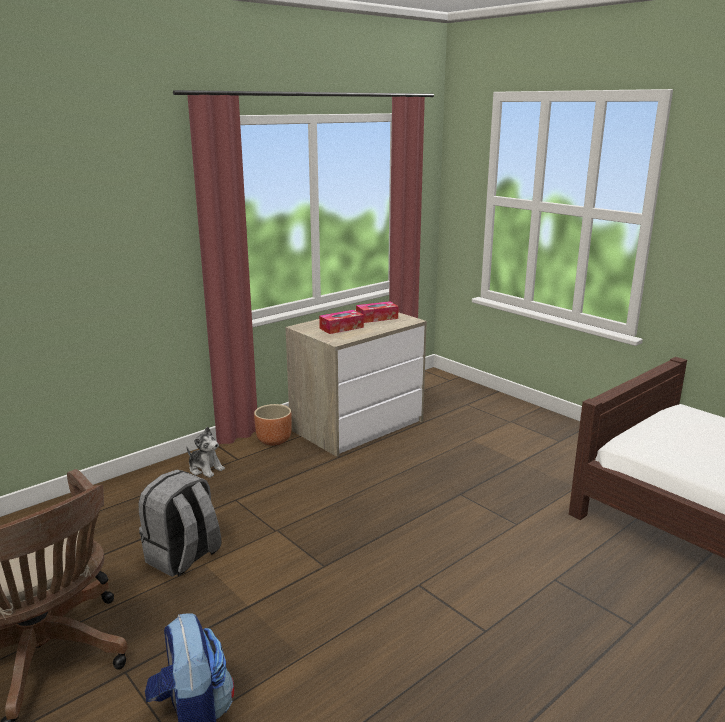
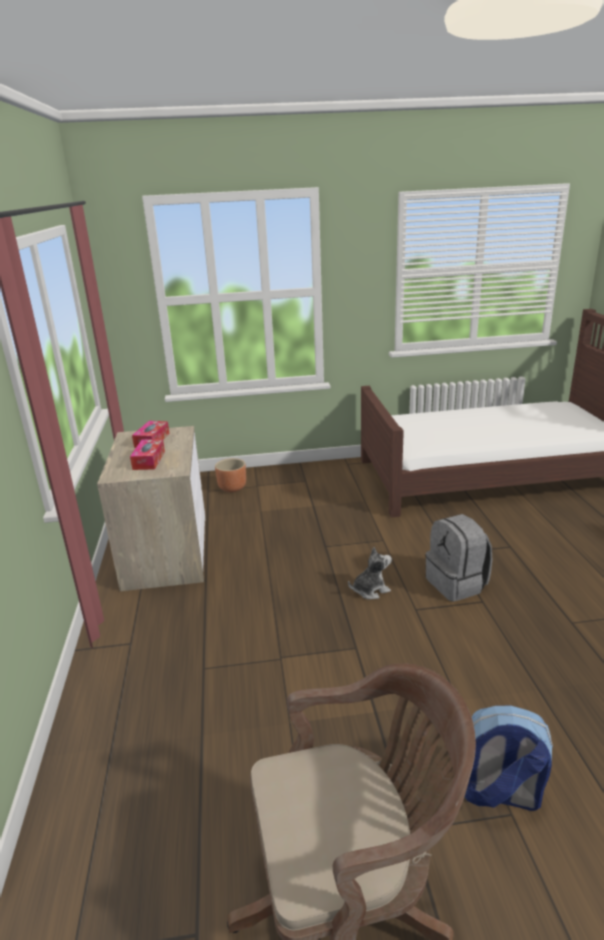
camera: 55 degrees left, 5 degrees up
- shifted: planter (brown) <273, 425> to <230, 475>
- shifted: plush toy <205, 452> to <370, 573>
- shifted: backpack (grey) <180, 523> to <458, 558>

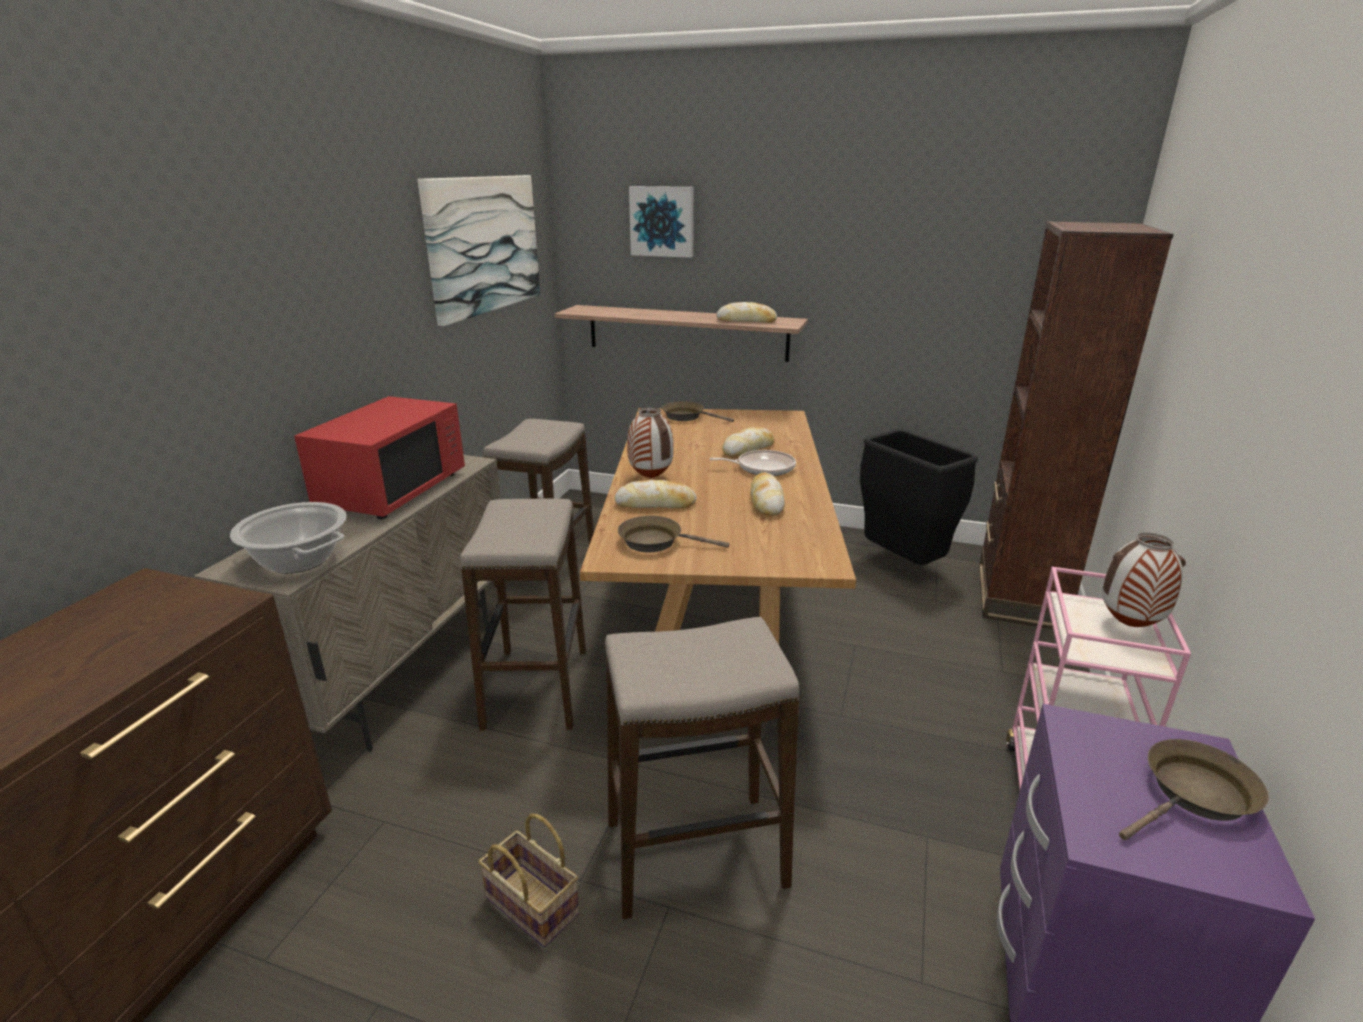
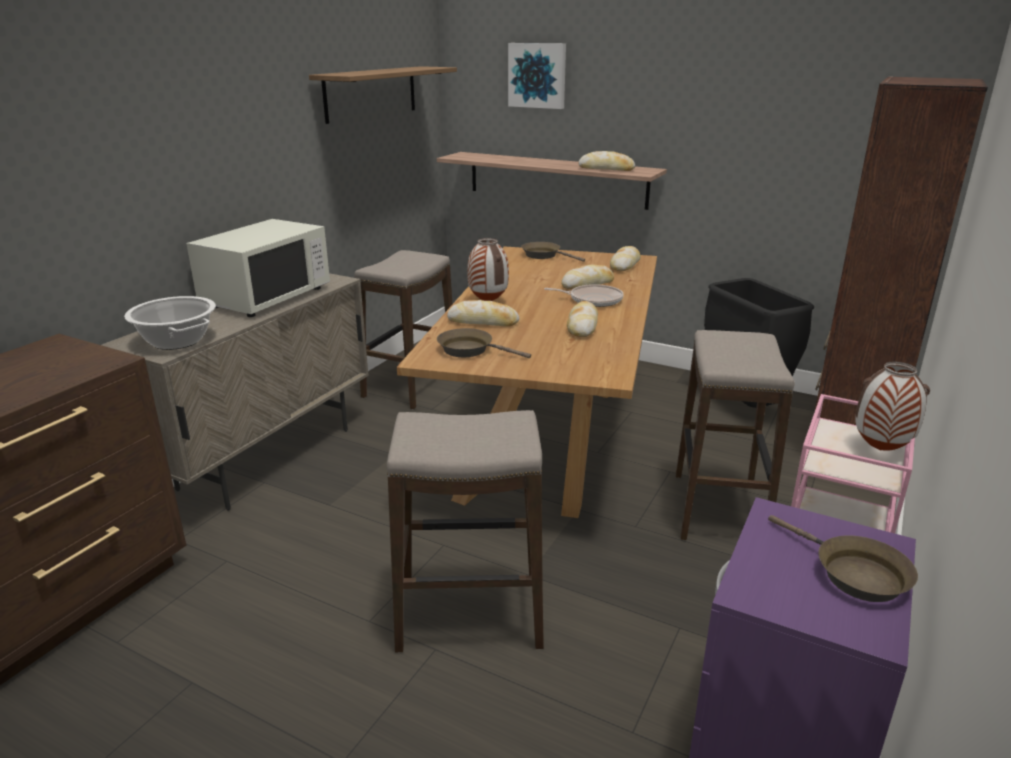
camera: 10 degrees right, 0 degrees up
- swapped: picture <478, 250> to shelf <383, 95>
- repainted: microwave (red) <379, 457> to microwave (white) <258, 268>
- shifted: stool <523, 614> to <735, 435>
- rotated: frying pan (brown) <1194, 789> = <843, 558> 75 degrees clockwise
- gone: basket <529, 881>
- new: bread <625, 258>

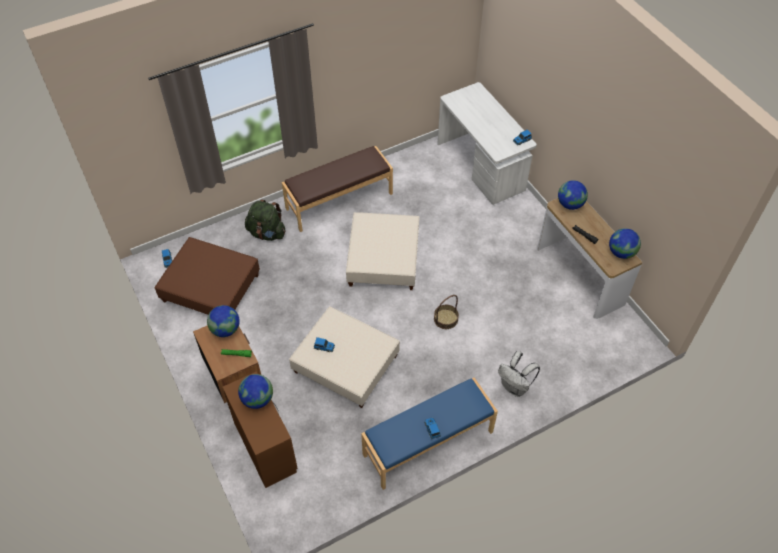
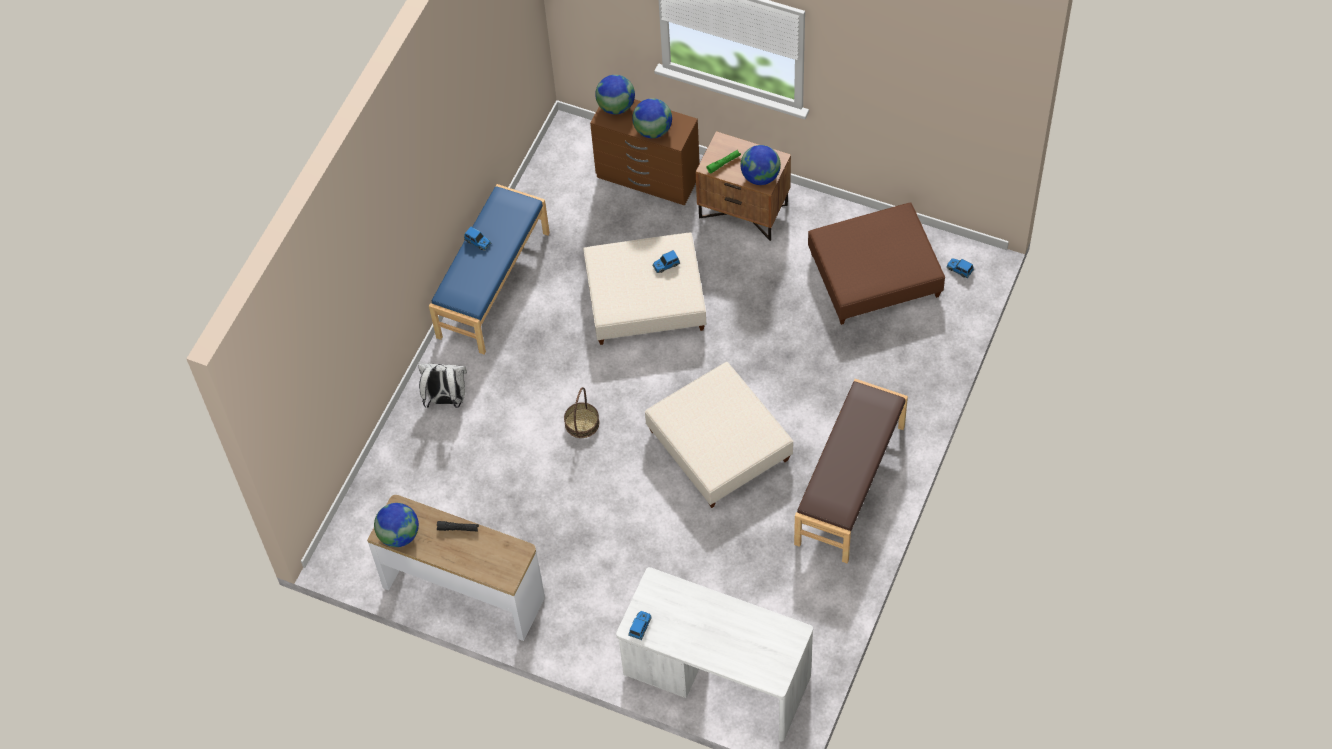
camera: 145 degrees right, 5 degrees up
- shifted: globe <573, 195> to <615, 94>
- gone: backpack (green) <265, 220>

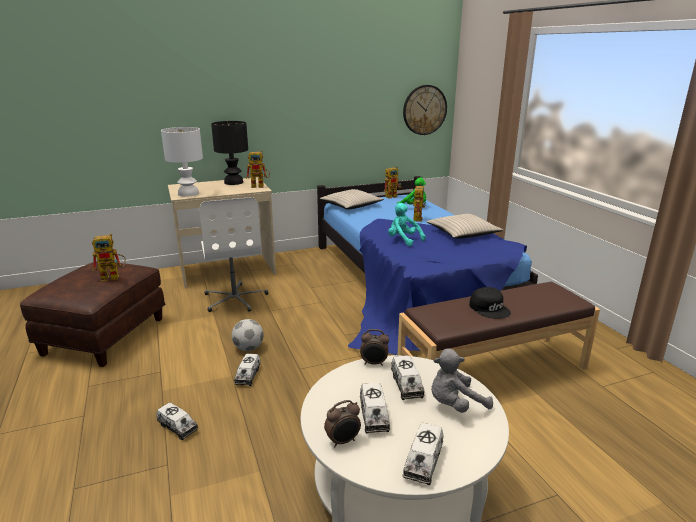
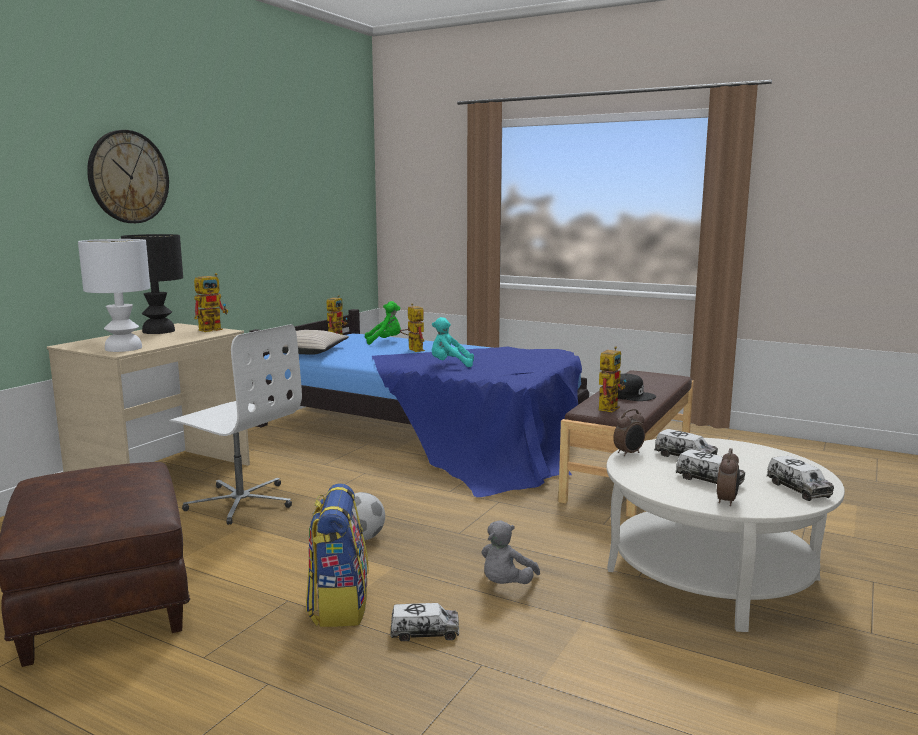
camera: 40 degrees left, 10 degrees down
- shifted: wall clock <425, 110> to <128, 176>
- gone: pillow (beige) <464, 226>
- shifted: toy robot <109, 258> to <613, 379>
- shifted: plush toy (grey) <462, 381> to <510, 552>
- gone: toy truck <247, 370>
- new: backpack <337, 555>

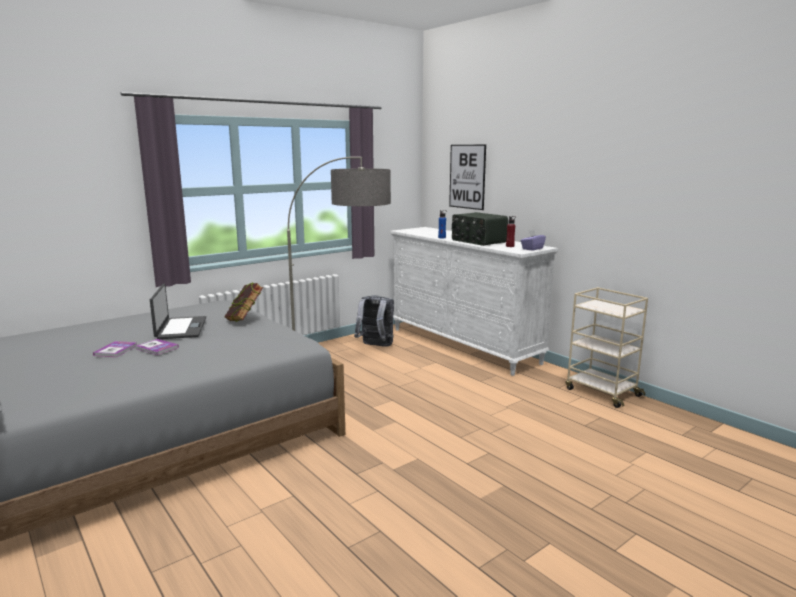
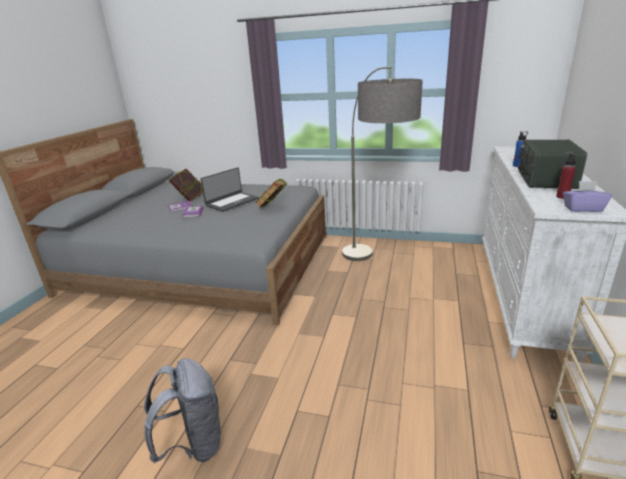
camera: 55 degrees right, 10 degrees up
- gone: picture <467, 177>
- shifted: backpack (grey) <374, 321> to <183, 410>
- new: book <186, 185>

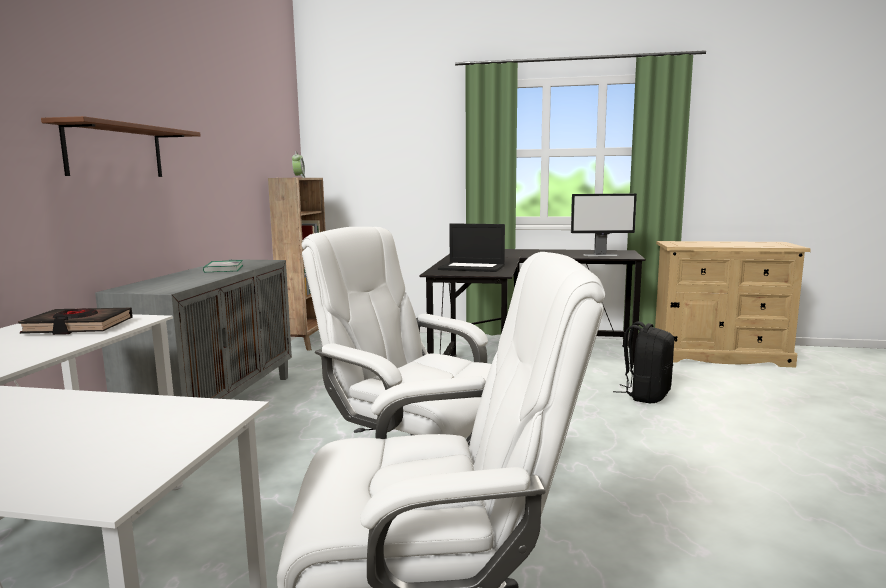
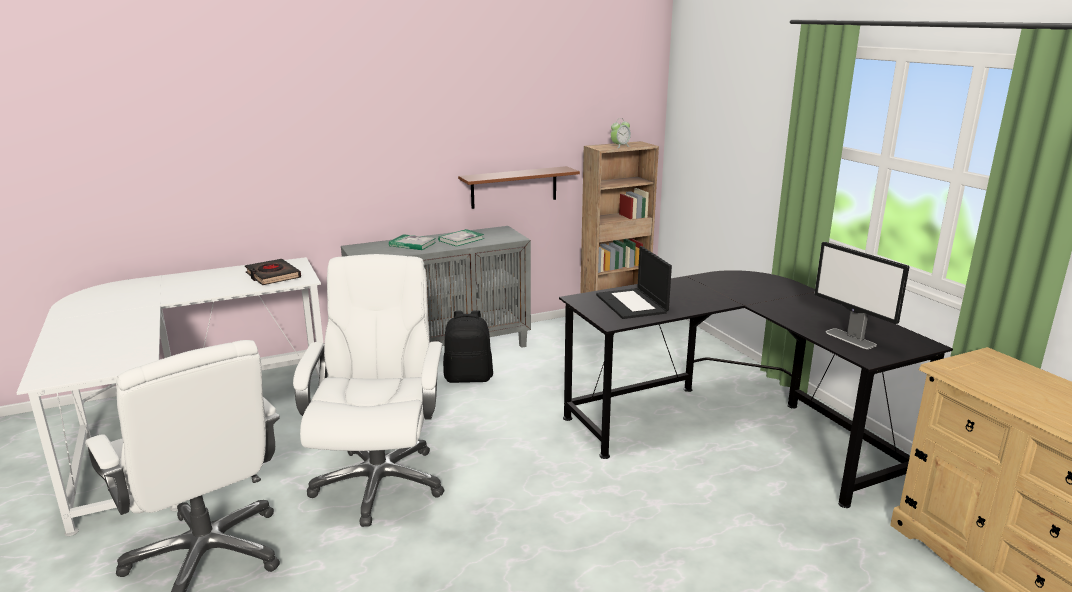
camera: 55 degrees right, 10 degrees up
- shifted: shelf (brown) <121, 146> to <519, 187>
- shifted: backpack (black) <643, 362> to <468, 346>
- new: book <412, 242>

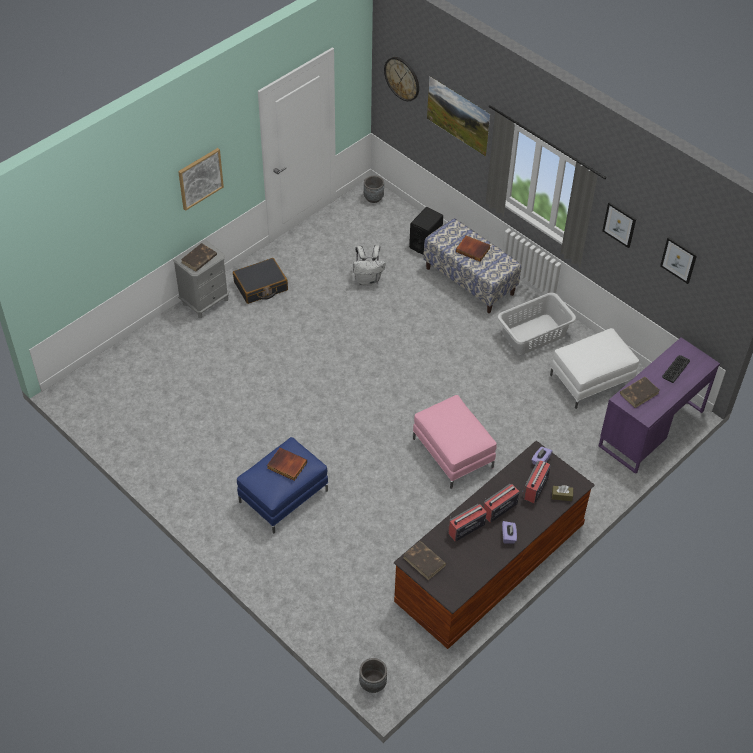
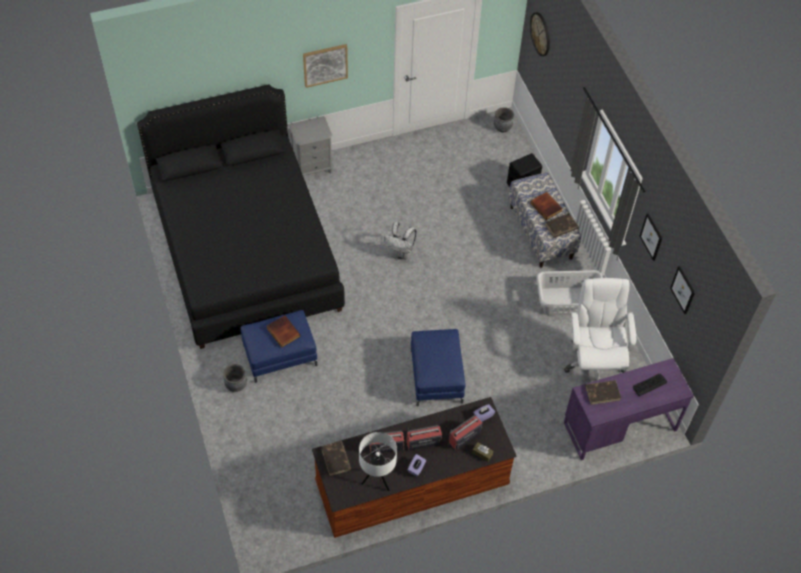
camera: 25 degrees right, 5 degrees up
- gone: picture <458, 116>
- shifted: book (brown) <199, 257> to <562, 225>
- shifted: backpack (white) <369, 265> to <400, 241>
- gone: suitcase (black) <260, 281>
- swapped: ottoman (white) <594, 368> to office chair (white) <600, 329>
- repainted: ottoman (pink) <455, 442> to ottoman (blue) <438, 367>
- shifted: planter (grey) <373, 675> to <235, 378>
- new: bed (black) <241, 216>
- new: table lamp (white) <378, 461>

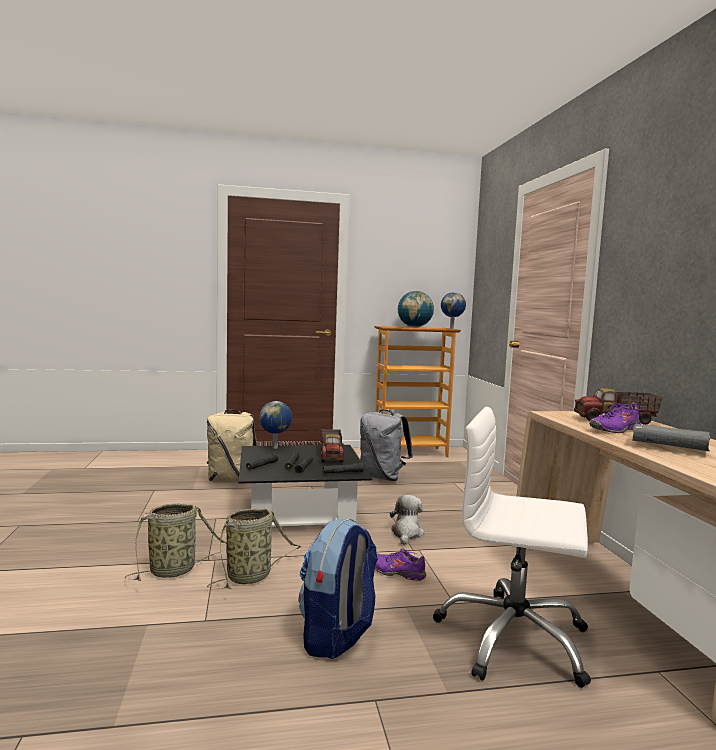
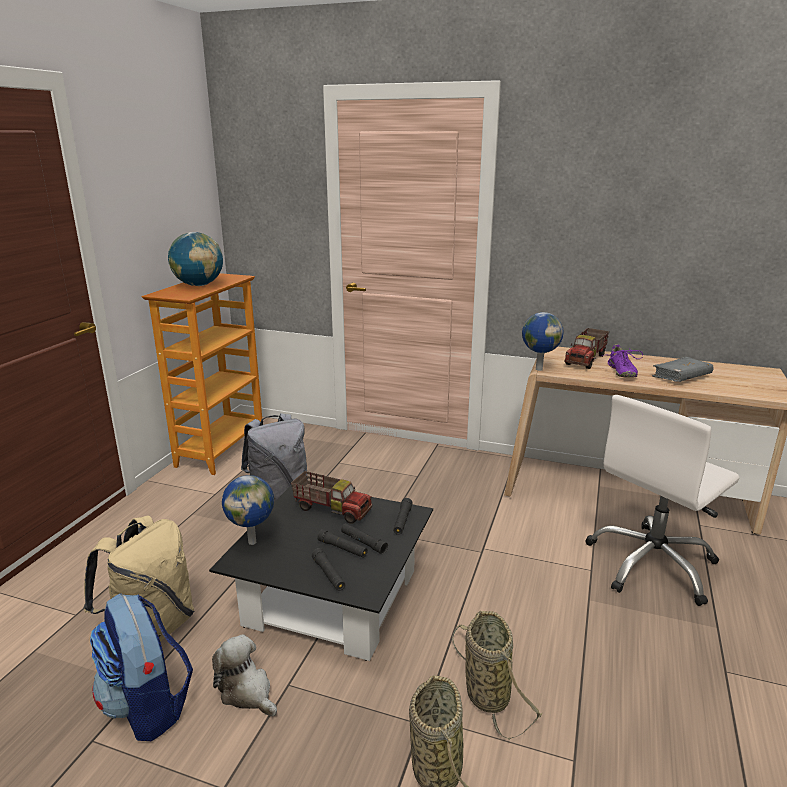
camera: 60 degrees left, 15 degrees up
- shifted: globe <453, 310> to <543, 341>
- shifted: plush toy <407, 520> to <244, 675>
- shifted: backpack <338, 588> to <141, 667>
- gone: shoe (purple) <400, 565>

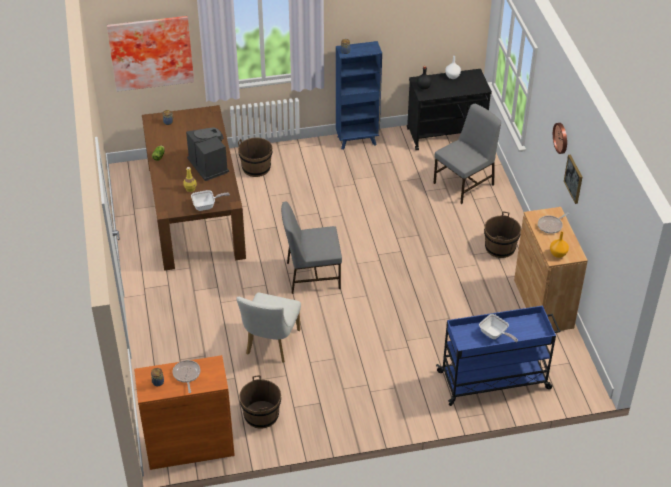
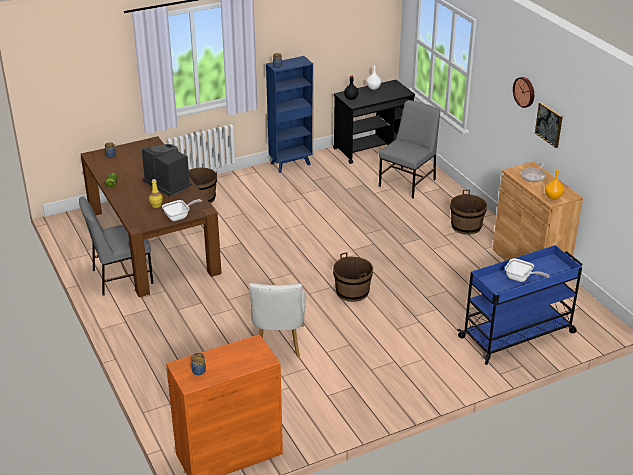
camera: 15 degrees left, 10 degrees down
- gone: picture <150, 54>
- shifted: chair (grey) <311, 247> to <116, 246>
- gone: frying pan <187, 376>
- shifted: bucket (brown) <260, 402> to <353, 277>

